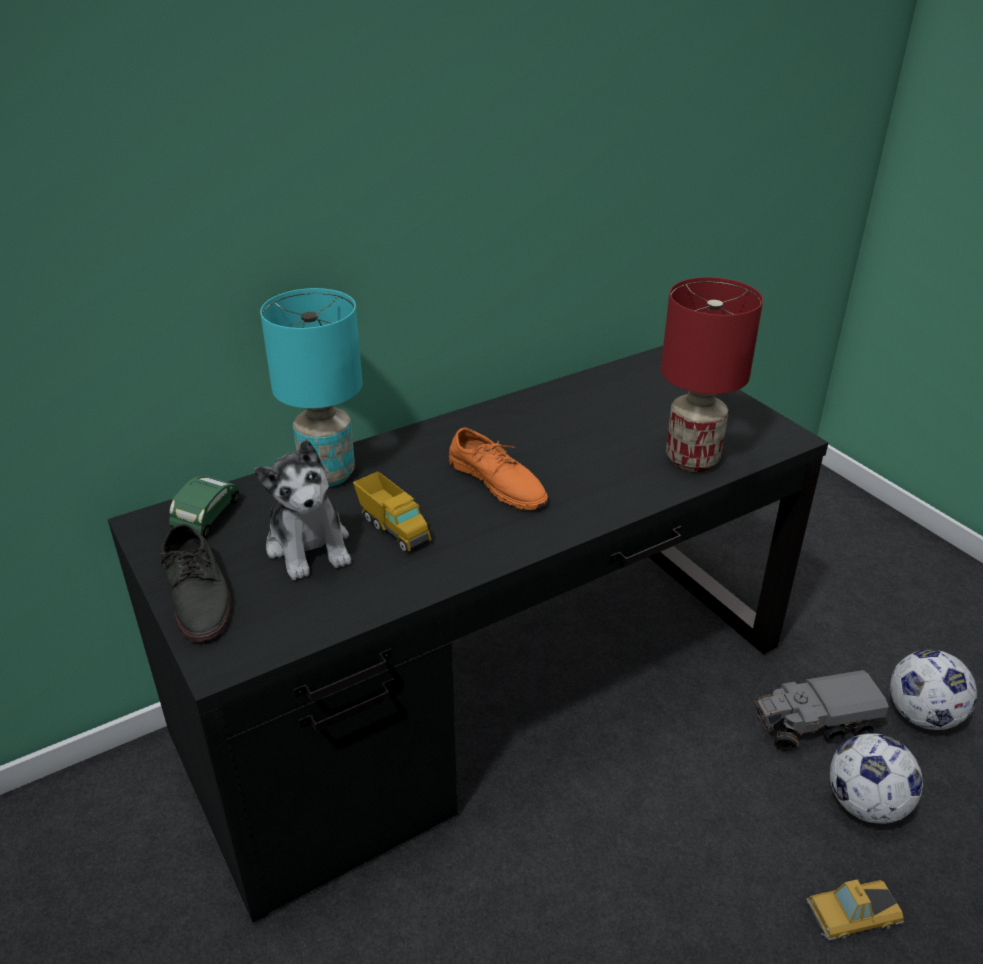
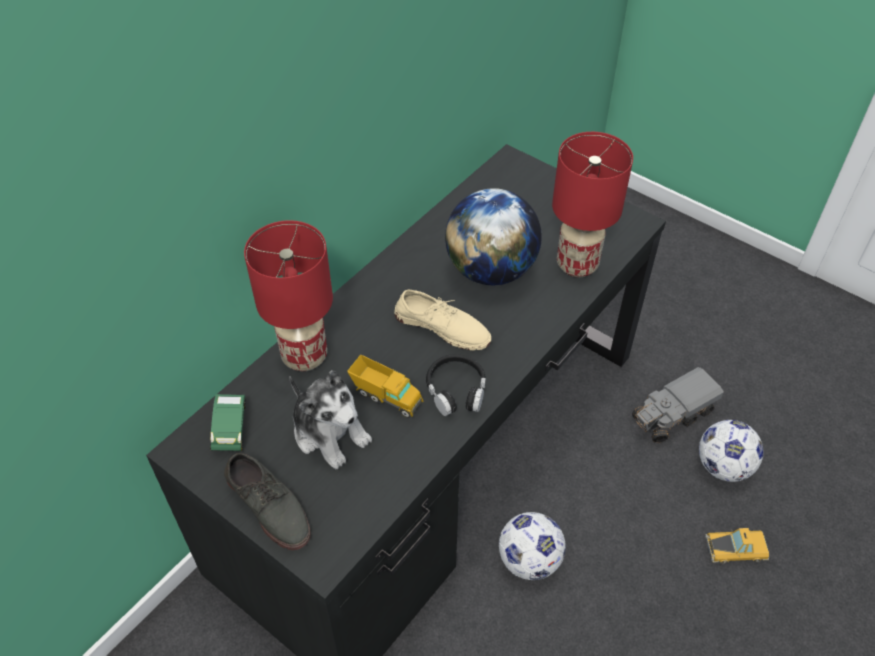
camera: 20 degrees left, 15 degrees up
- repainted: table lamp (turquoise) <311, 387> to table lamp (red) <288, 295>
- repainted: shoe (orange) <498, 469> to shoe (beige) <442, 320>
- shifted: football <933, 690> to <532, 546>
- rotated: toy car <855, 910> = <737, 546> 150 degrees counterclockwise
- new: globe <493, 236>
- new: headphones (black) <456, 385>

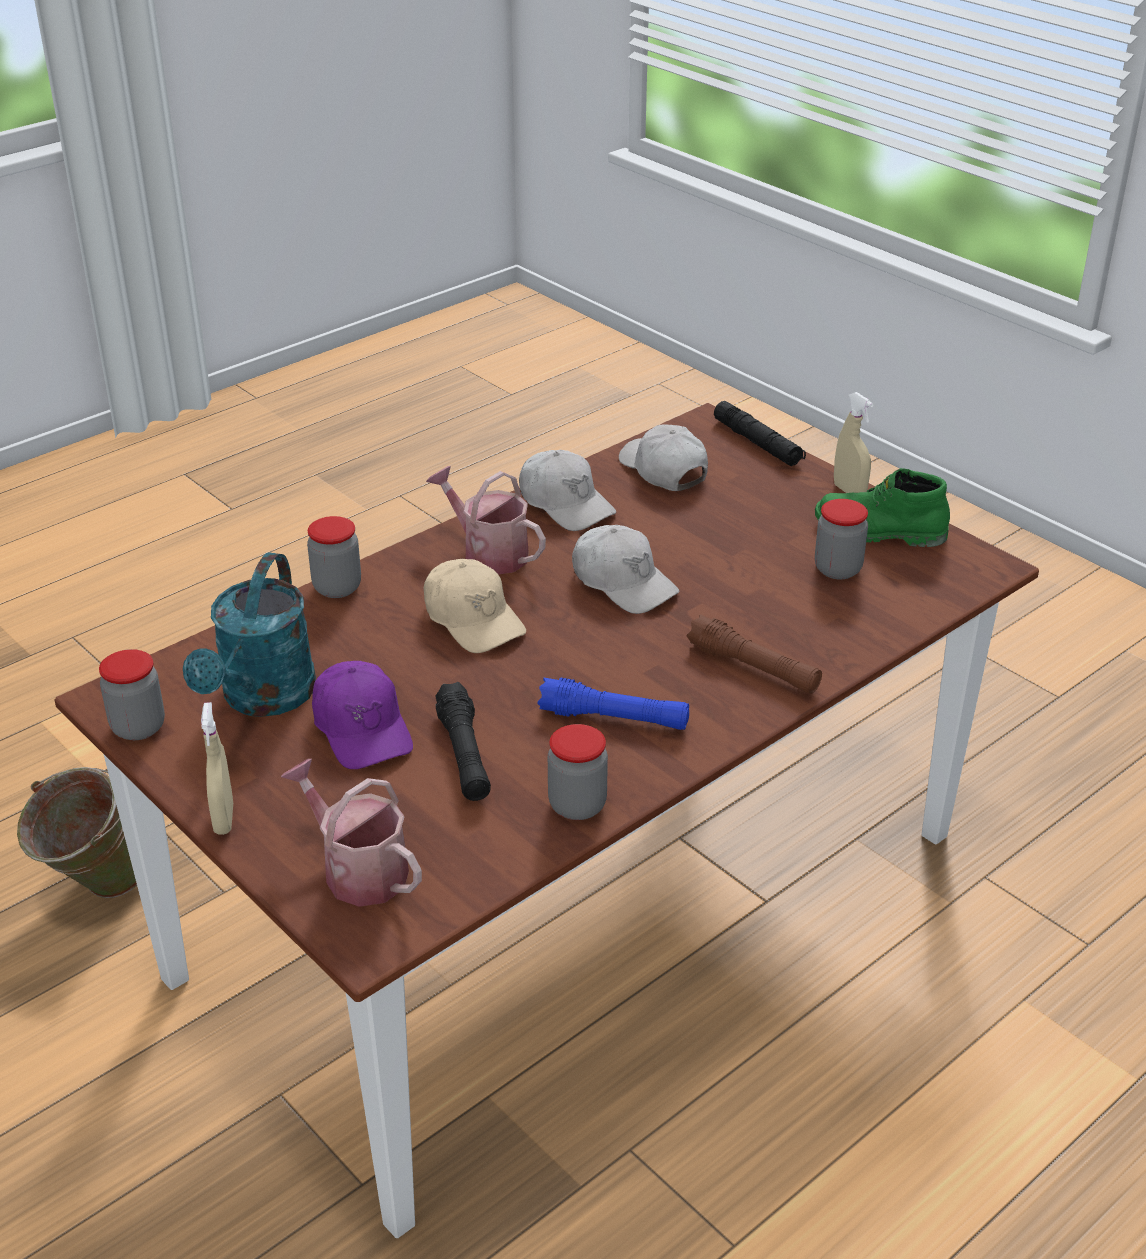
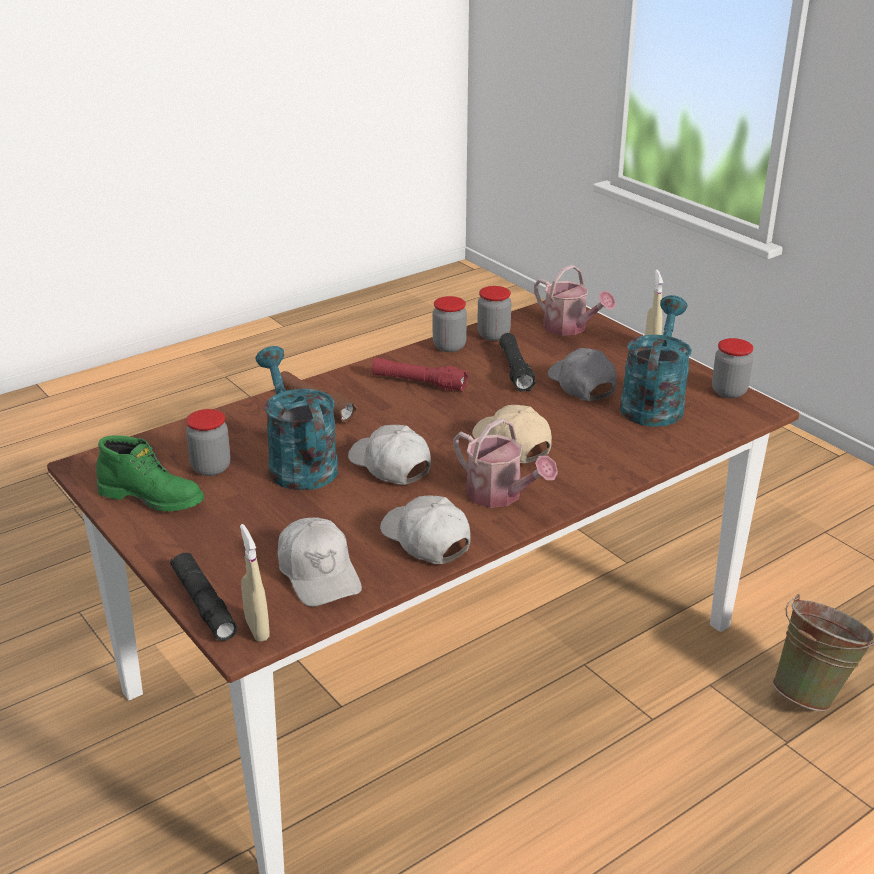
camera: 175 degrees left, 5 degrees down
- shifted: spray bottle (beige) <854, 442> to <255, 583>
- shifted: jar <334, 557> to <494, 313>
- repainted: cap (purple) <362, 715> to cap (grey) <582, 374>
- repainted: flashlight (blue) <613, 704> to flashlight (red) <420, 374>
- new: watering can (turquoise) <296, 418>

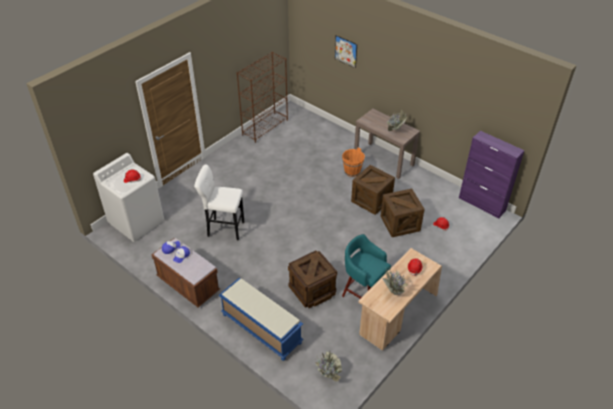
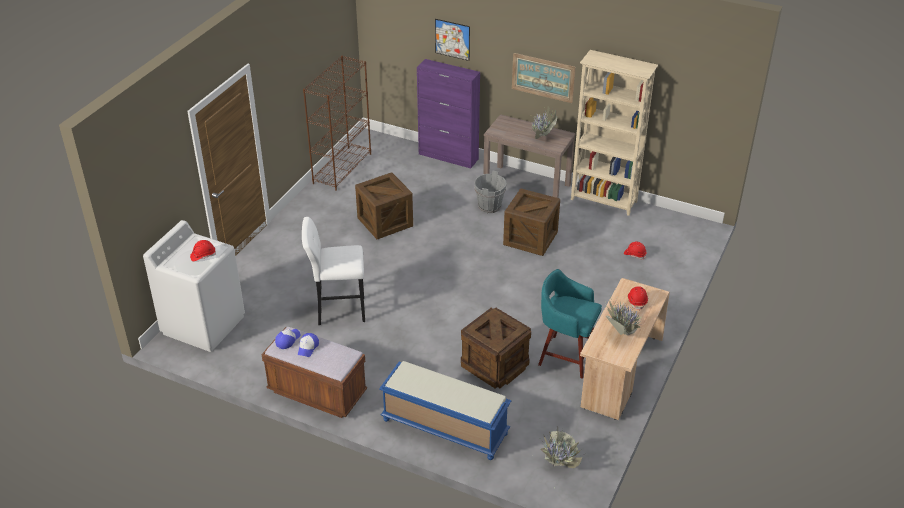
camera: 15 degrees left, 5 degrees down
- shifted: cabinet (purple) <492, 174> to <448, 113>
- repainted: bucket (orange) <353, 162> to bucket (grey) <490, 191>
- shifted: crate <403, 213> to <384, 205>
- new: bookcase (beige) <614, 133>
- new: picture <544, 78>

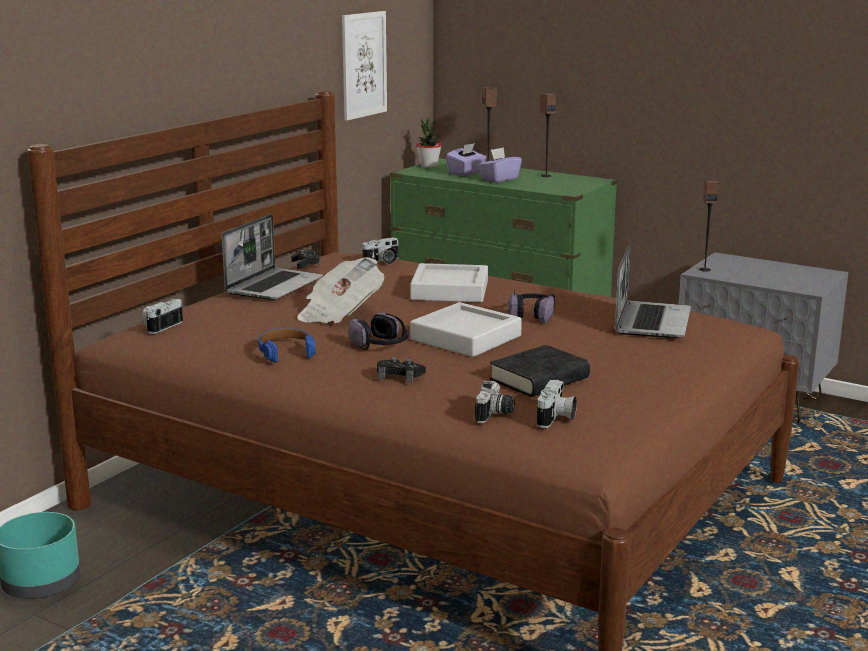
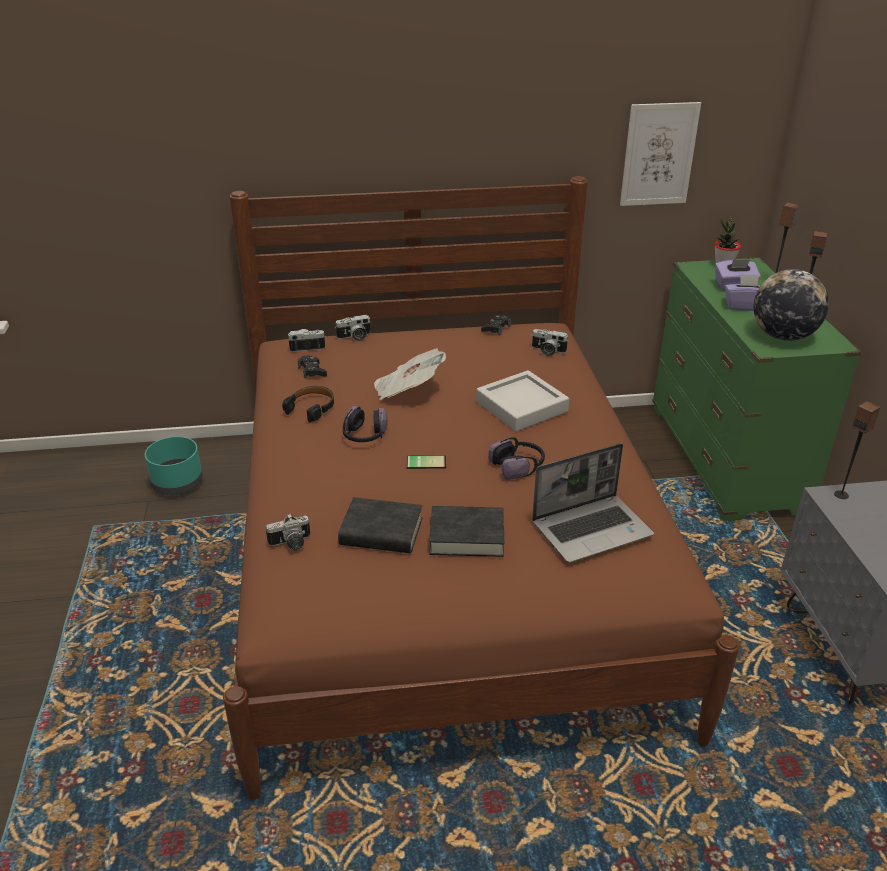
camera: 50 degrees right, 15 degrees up
- gone: laptop <272, 257>
- swapped: tray (grey) <466, 329> to phone <426, 462>
- repainted: headphones (blue) <287, 345> to headphones (black) <308, 404>
- shifted: game controller (black) <401, 370> to <312, 367>
- shifted: photo camera <557, 404> to <353, 328>
- new: globe <791, 305>
- new: book (black) <466, 531>

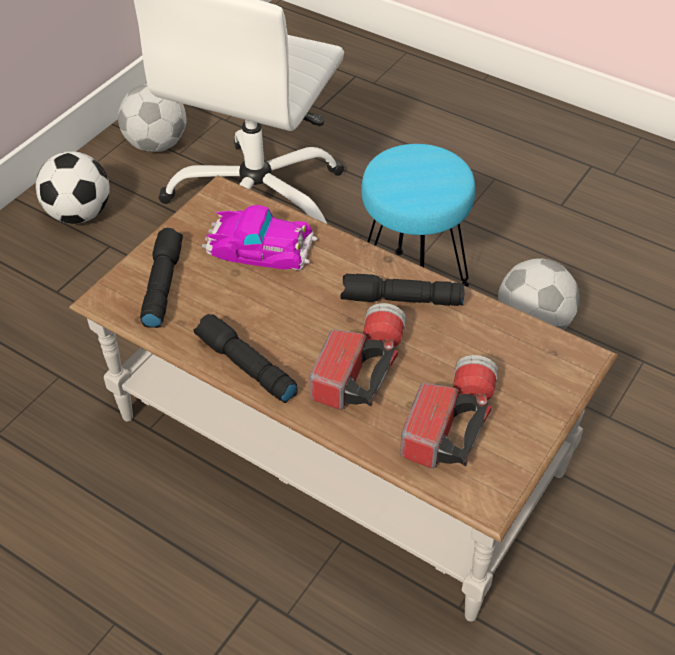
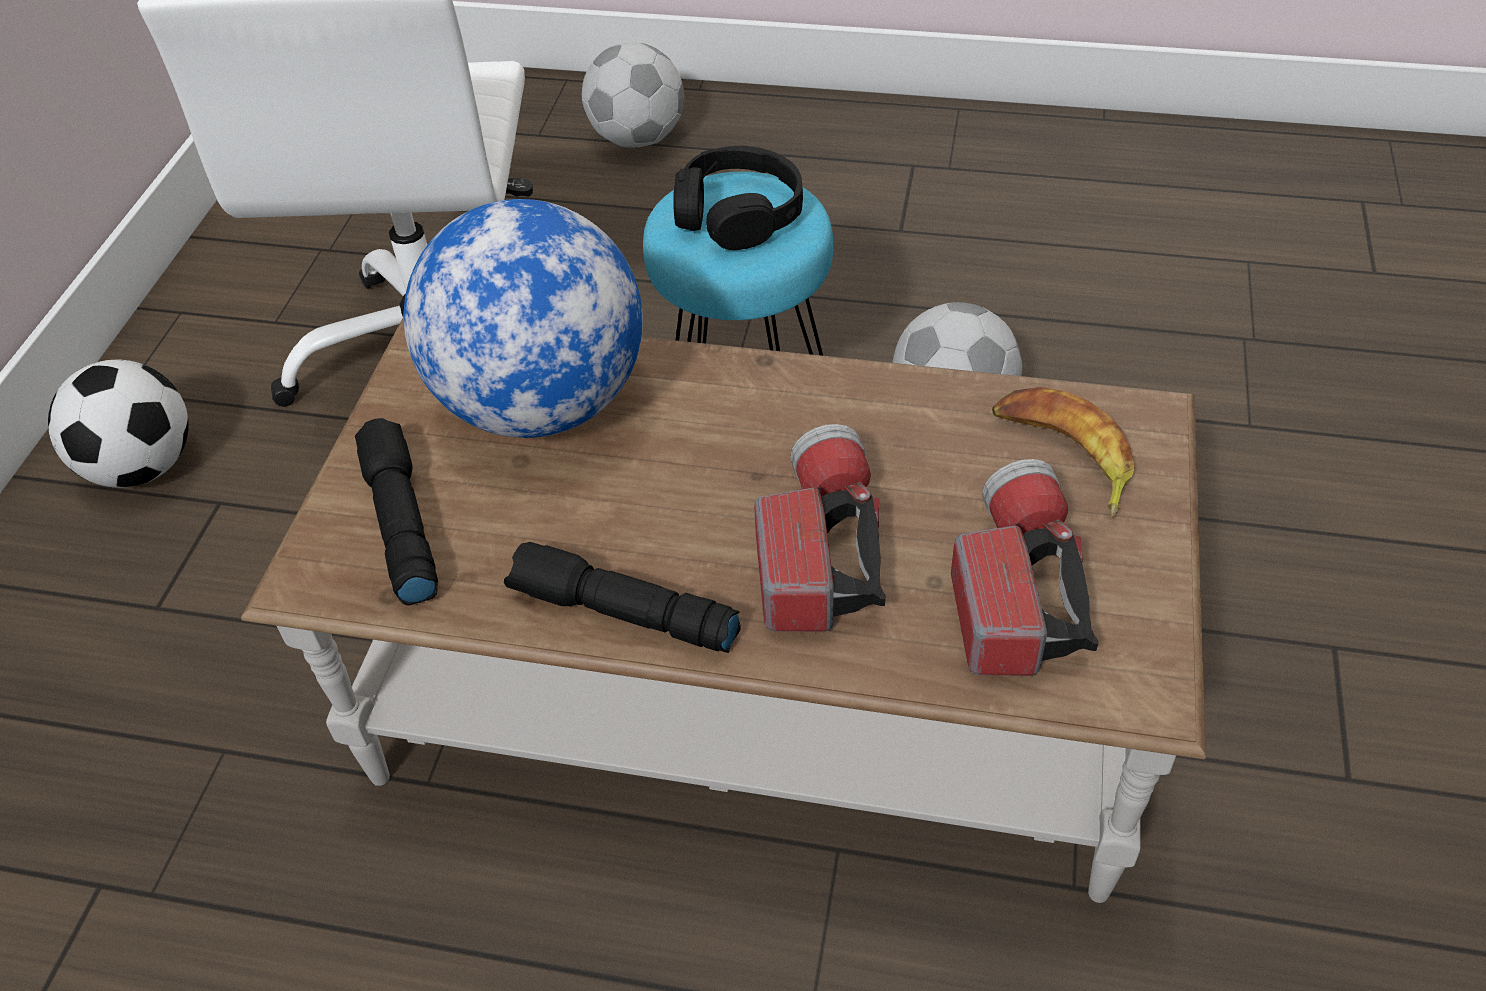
camera: 20 degrees left, 0 degrees up
- shifted: football <152, 118> to <633, 95>
- swapped: toy car <260, 237> to globe <523, 318>
- gone: flashlight (black) <402, 290>
- new: headphones (black) <738, 198>
- new: banana <1063, 452>

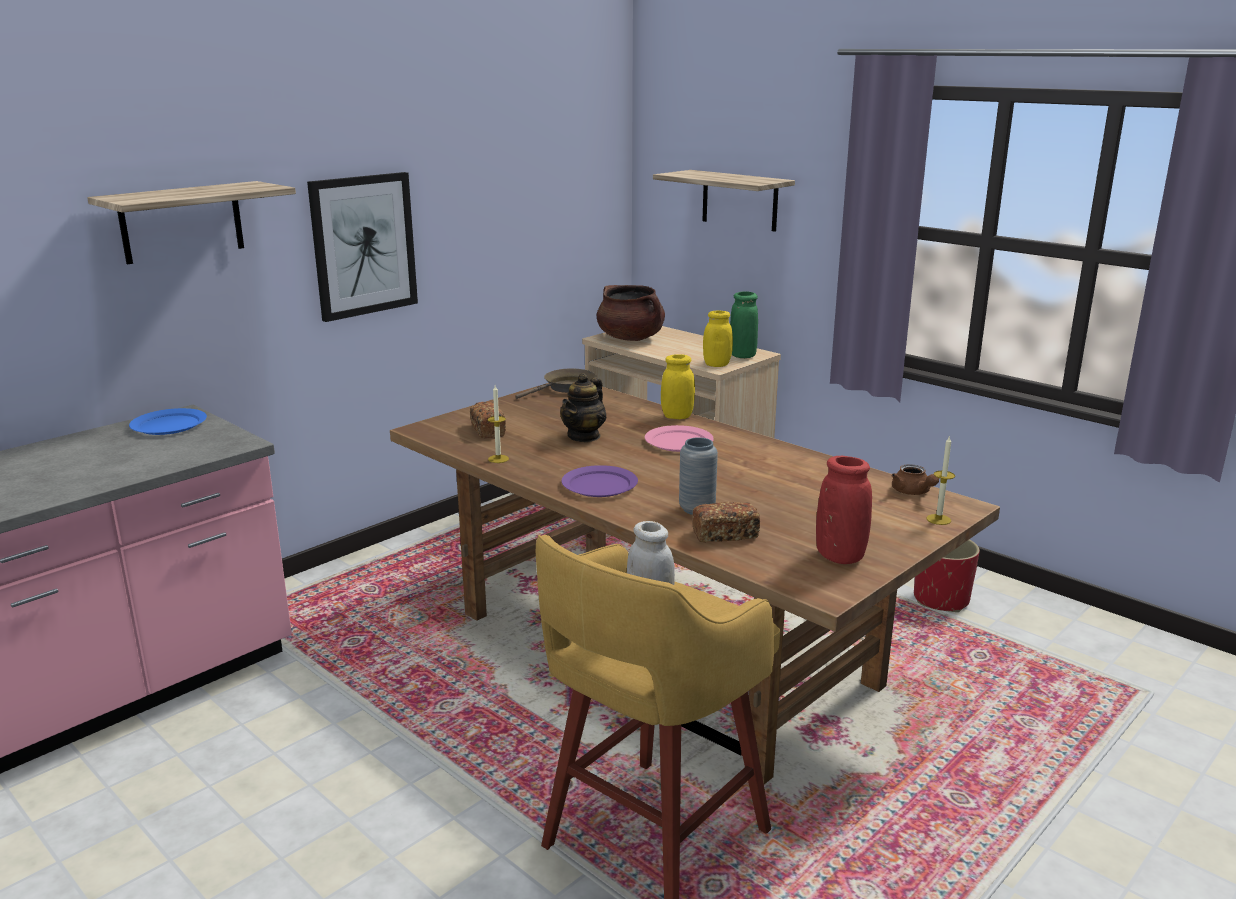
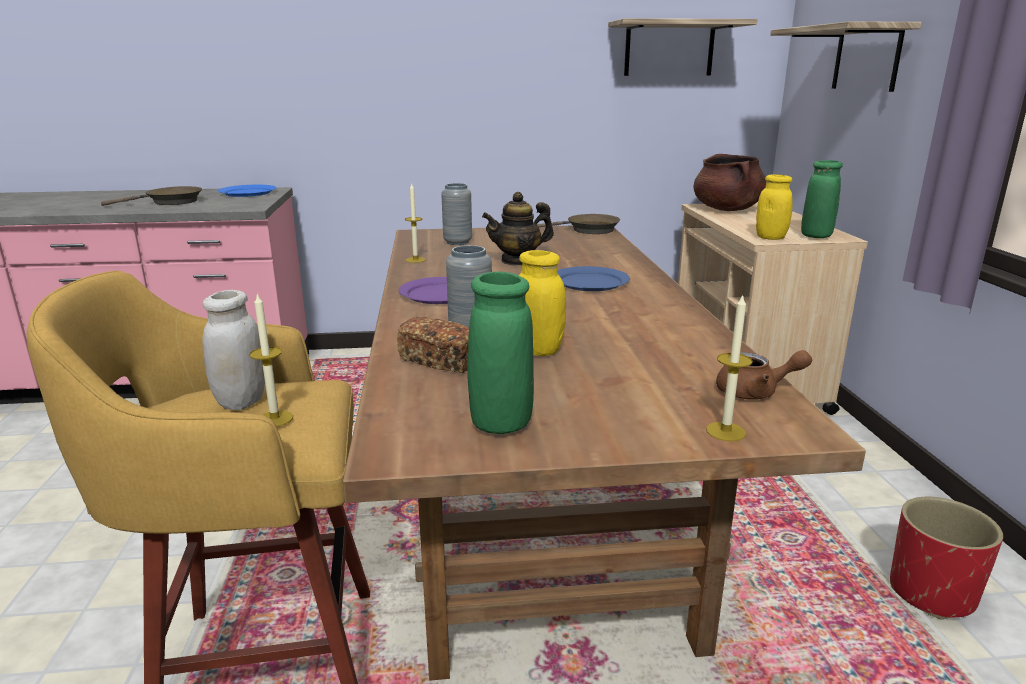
camera: 40 degrees right, 0 degrees up
- gone: picture <362, 247>
- shifted: shelf <191, 222> to <683, 47>
- shifted: jar (yellow) <678, 386> to <542, 303>
- swapped: bread <488, 420> to vase (grey) <456, 214>
- repainted: plate (pink) <679, 438> to plate (blue) <593, 278>
- repainted: vase (red) <844, 510> to vase (green) <500, 353>
- rotated: teapot (brown) <915, 479> = <764, 374> 105 degrees counterclockwise
- new: frying pan (brown) <151, 196>
- new: candle <271, 360>

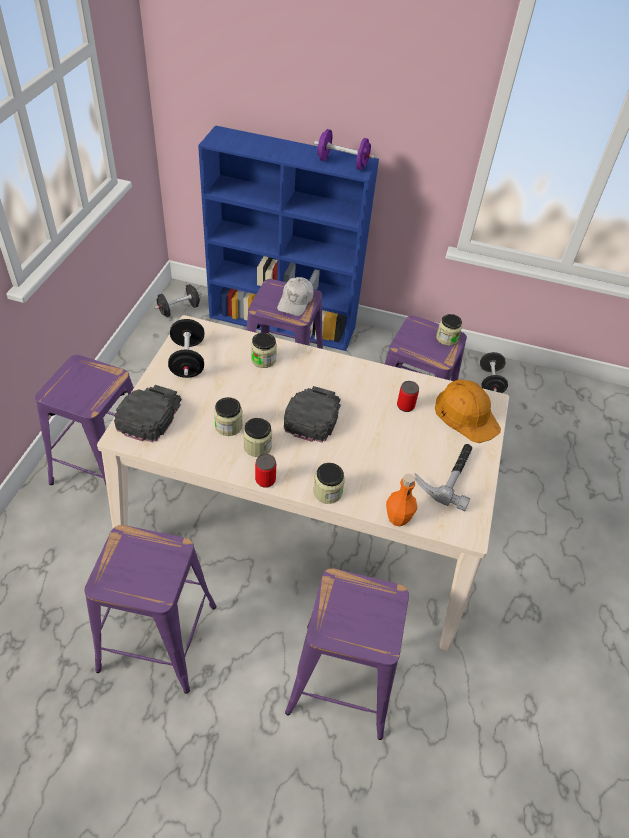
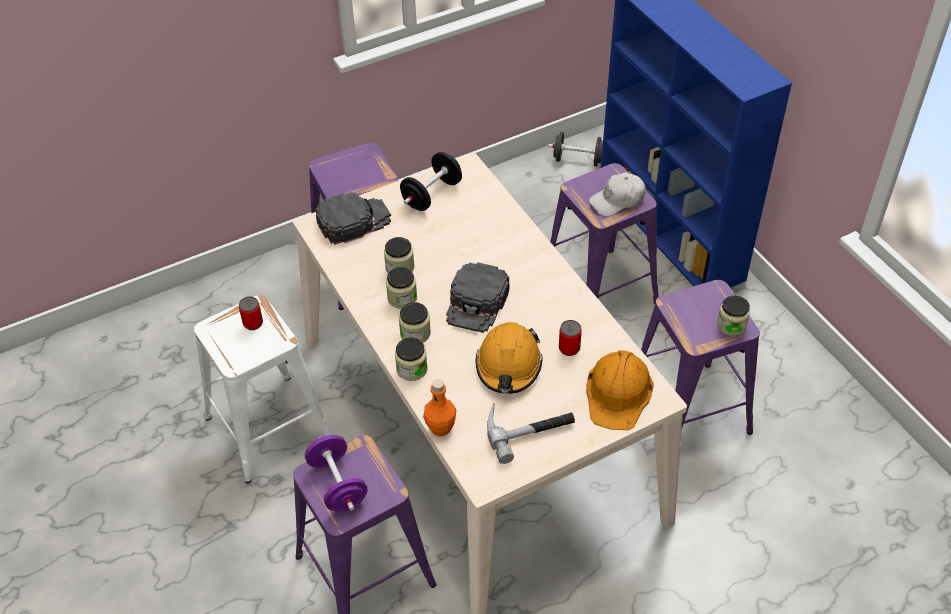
camera: 50 degrees right, 0 degrees up
- shifted: dumbbell (purple) <344, 149> to <336, 473>
- shifted: jar <264, 350> to <415, 322>
- gone: dumbbell (black) <494, 372>
- rotated: cap (black) <312, 414> = <477, 298> 135 degrees clockwise
- shifted: can <265, 471> to <251, 313>
- repainted: stool (purple) <150, 609> to stool (white) <263, 389>
- new: hard hat (orange) <509, 358>

